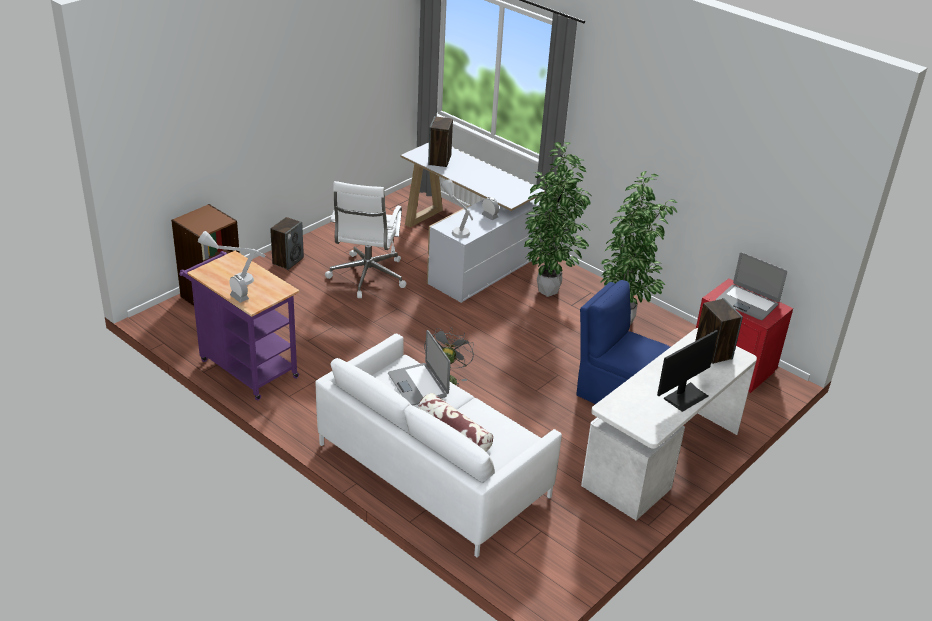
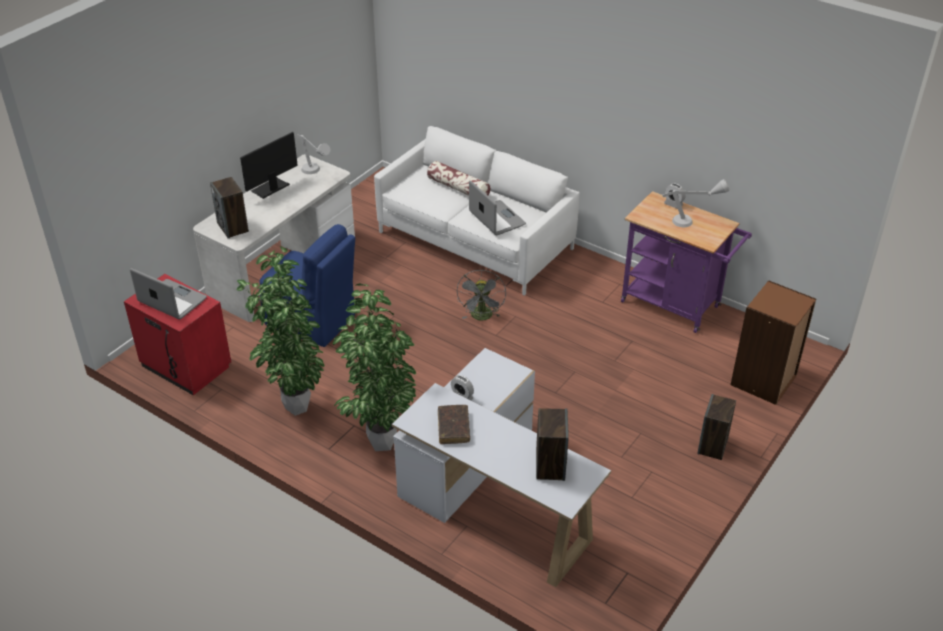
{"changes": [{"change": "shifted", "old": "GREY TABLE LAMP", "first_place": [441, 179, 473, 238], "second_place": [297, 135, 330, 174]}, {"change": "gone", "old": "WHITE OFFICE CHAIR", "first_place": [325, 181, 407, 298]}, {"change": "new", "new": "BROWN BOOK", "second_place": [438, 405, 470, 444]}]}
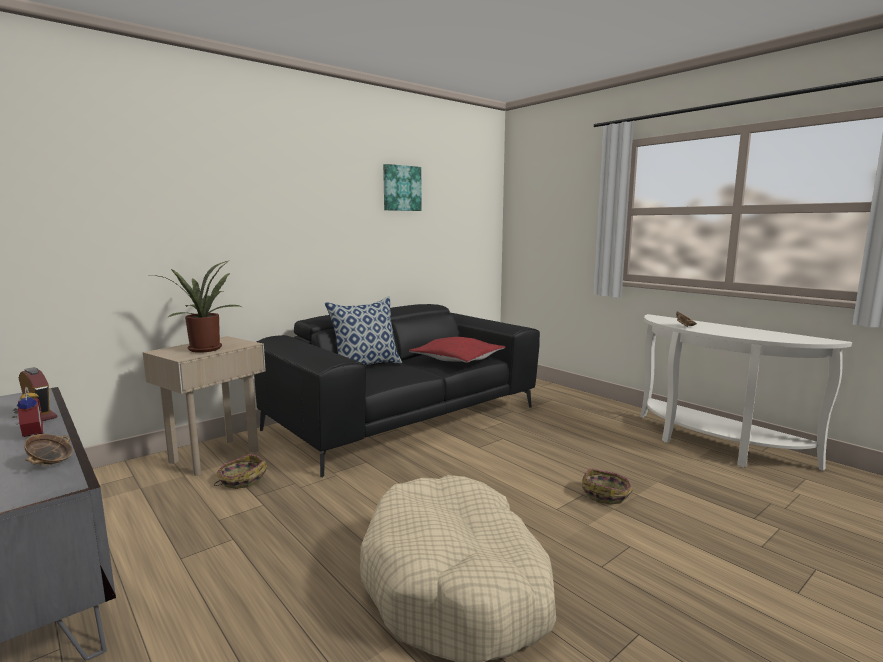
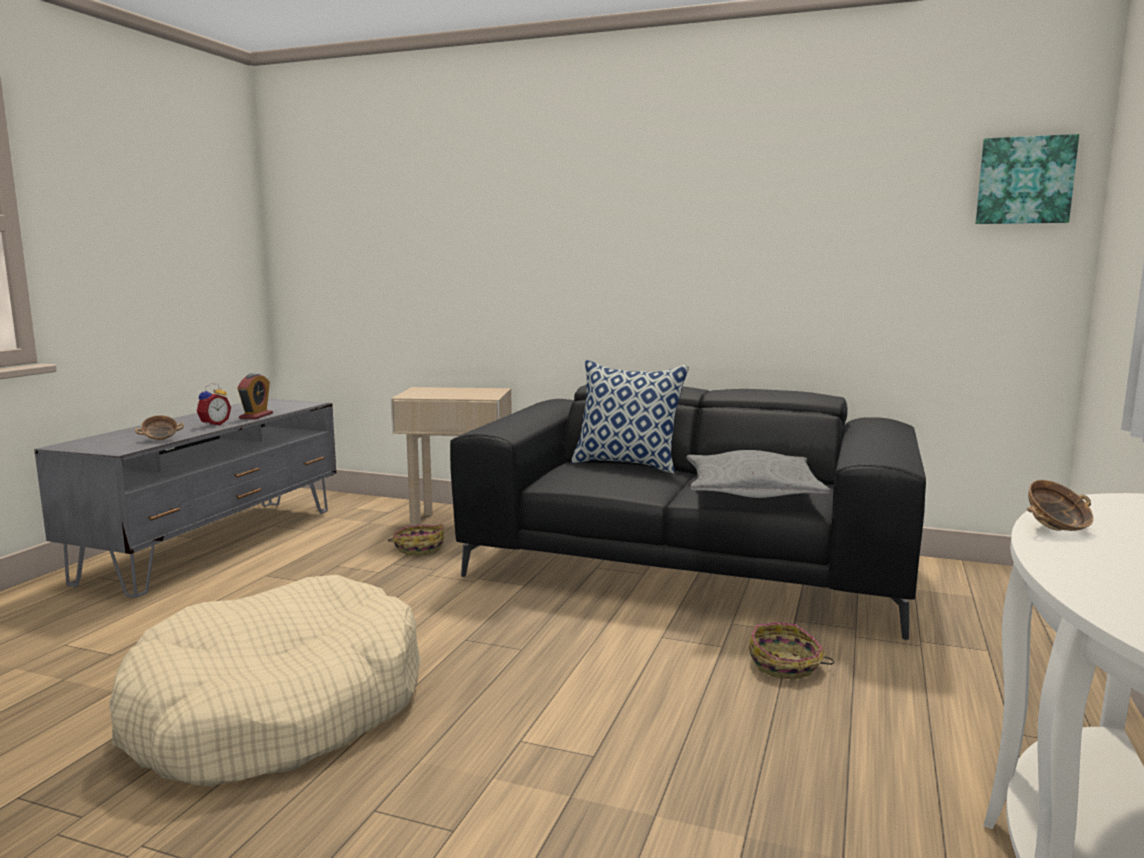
{"changes": [{"change": "shifted", "old": "PICTURE", "first_place": [383, 164, 422, 211], "second_place": [975, 134, 1079, 224]}, {"change": "gone", "old": "POTTED PLANT", "first_place": [151, 261, 244, 353]}, {"change": "repainted", "old": "RED PILLOW", "new": "GREY PILLOW", "first_place": [409, 337, 505, 363], "second_place": [687, 450, 830, 498]}, {"change": "shifted", "old": "BASKET", "first_place": [582, 468, 633, 505], "second_place": [749, 622, 834, 679]}]}
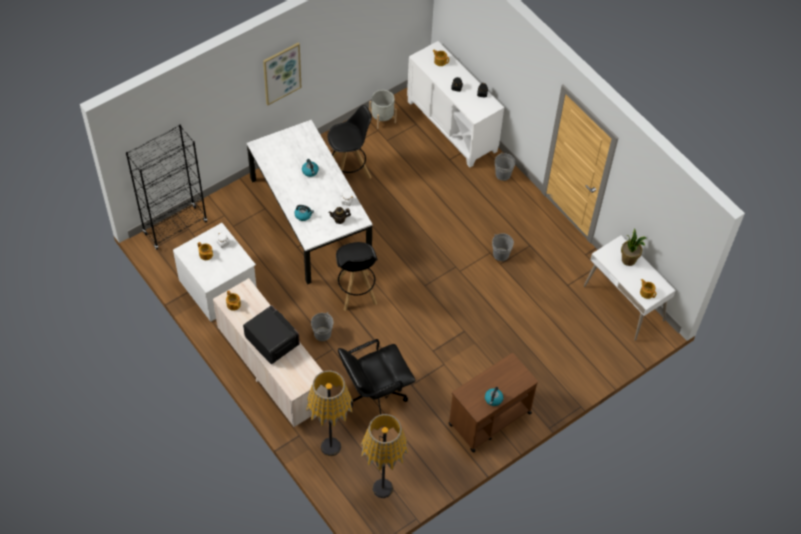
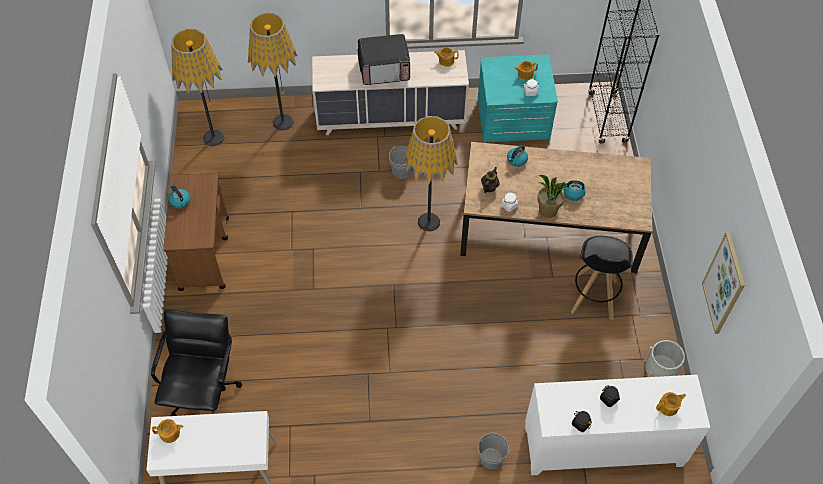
{"changes": [{"change": "shifted", "old": "PICTURE", "first_place": [263, 43, 301, 105], "second_place": [702, 232, 745, 334]}, {"change": "repainted", "old": "WHITE DINING TABLE", "new": "BROWN DINING TABLE", "first_place": [247, 120, 373, 285], "second_place": [460, 142, 653, 273]}, {"change": "repainted", "old": "WHITE DRESSER", "new": "TURQUOISE DRESSER", "first_place": [173, 223, 257, 322], "second_place": [478, 54, 558, 143]}, {"change": "shifted", "old": "POTTED PLANT", "first_place": [621, 228, 647, 266], "second_place": [537, 175, 567, 218]}, {"change": "gone", "old": "GREY BUCKET", "first_place": [492, 233, 514, 261]}, {"change": "swapped", "old": "BLACK STOOL", "new": "FLOOR LAMP", "first_place": [336, 242, 378, 311], "second_place": [404, 116, 458, 232]}, {"change": "shifted", "old": "BLACK OFFICE CHAIR", "first_place": [338, 339, 415, 415], "second_place": [151, 309, 242, 416]}]}
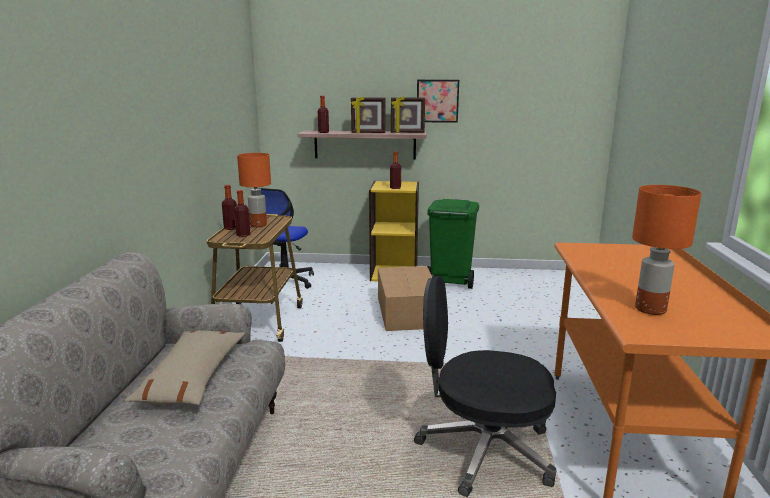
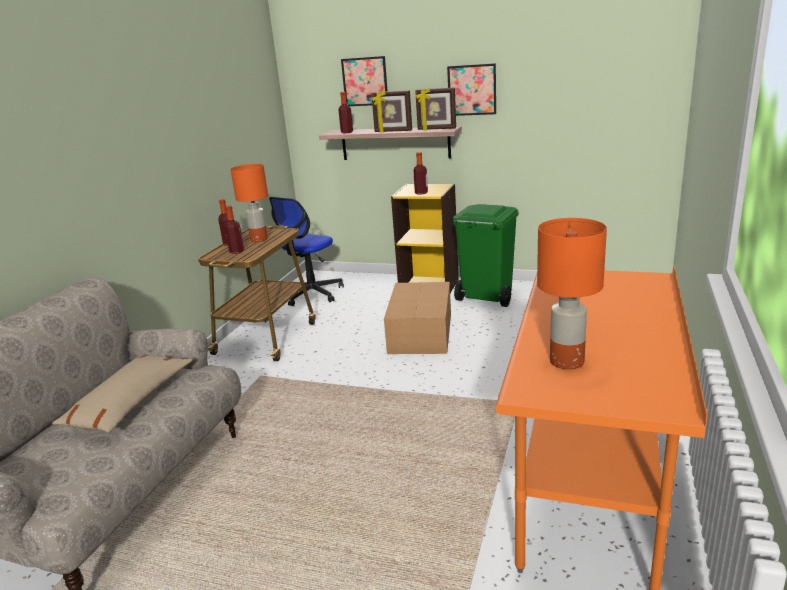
{"changes": [{"change": "gone", "old": "BLACK OFFICE CHAIR", "first_place": [414, 276, 557, 497]}, {"change": "new", "new": "PICTURE", "second_place": [341, 56, 388, 106]}]}
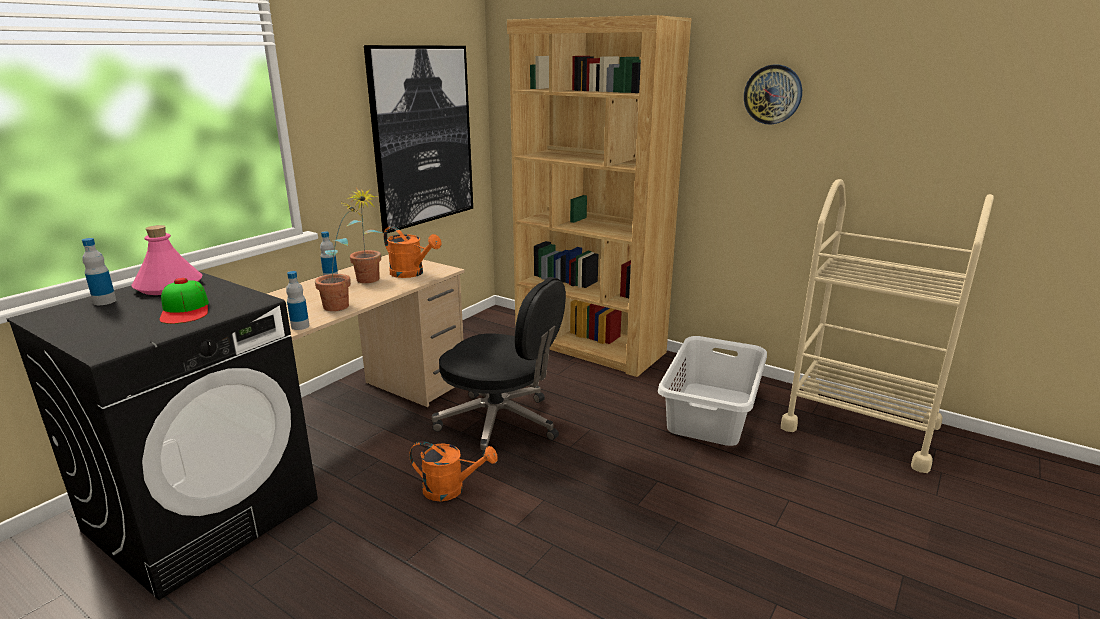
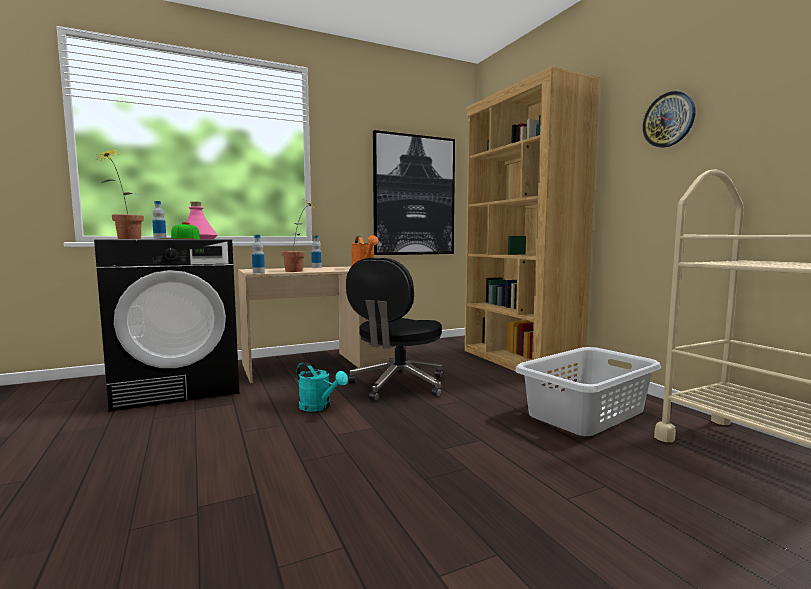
{"changes": [{"change": "shifted", "old": "POTTED PLANT", "first_place": [345, 188, 383, 283], "second_place": [96, 149, 144, 239]}, {"change": "rotated", "old": "BLACK OFFICE CHAIR", "first_place": [432, 277, 566, 457], "second_place": [346, 258, 443, 401], "degrees": 60}, {"change": "repainted", "old": "ORANGE WATERING CAN", "new": "TURQUOISE WATERING CAN", "first_place": [409, 441, 498, 501], "second_place": [297, 362, 348, 412]}]}
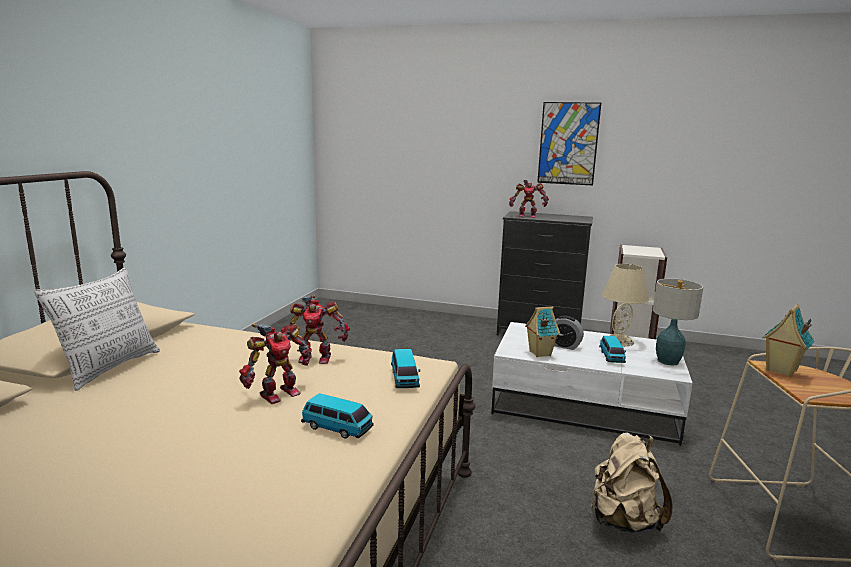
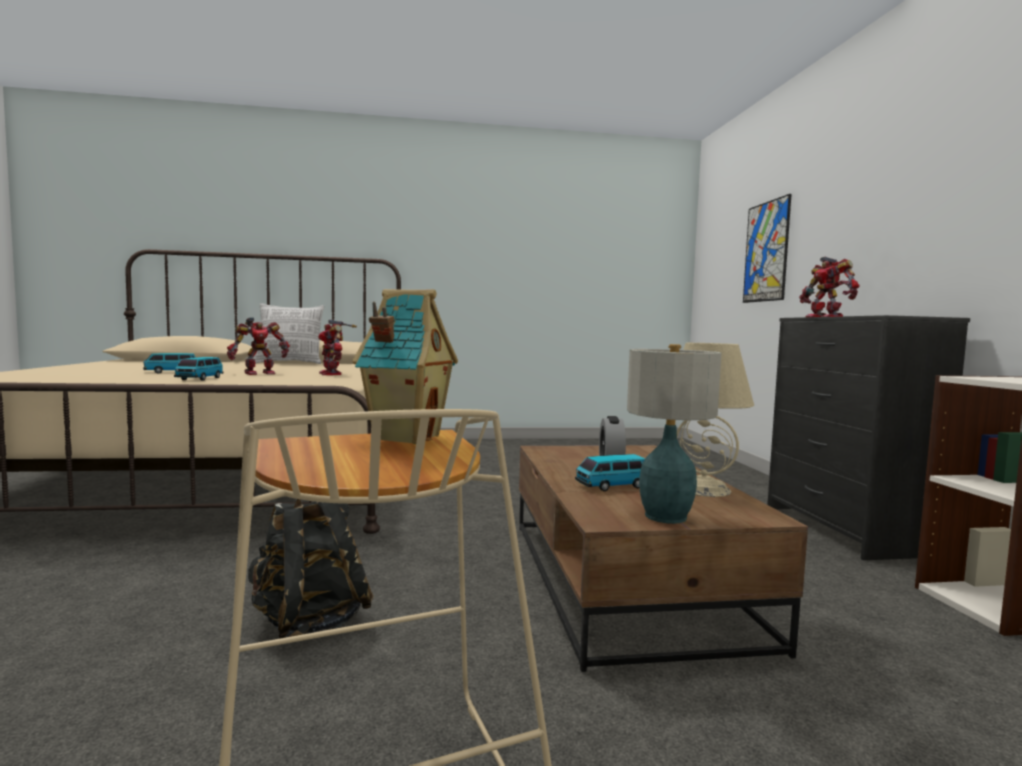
{"changes": [{"change": "shifted", "old": "PICTURE", "first_place": [537, 102, 601, 185], "second_place": [743, 194, 792, 303]}, {"change": "gone", "old": "TOY HOUSE", "first_place": [525, 306, 560, 357]}, {"change": "repainted", "old": "WHITE COFFEE TABLE", "new": "BROWN COFFEE TABLE", "first_place": [491, 322, 693, 446], "second_place": [519, 445, 808, 672]}, {"change": "rotated", "old": "TOY ROBOT", "first_place": [239, 323, 312, 404], "second_place": [227, 317, 290, 375], "degrees": -60}, {"change": "shifted", "old": "TOY CAR", "first_place": [391, 349, 420, 388], "second_place": [143, 353, 196, 374]}, {"change": "repainted", "old": "BEIGE BACKPACK", "new": "BLACK BACKPACK", "first_place": [590, 432, 673, 532], "second_place": [248, 499, 374, 639]}]}
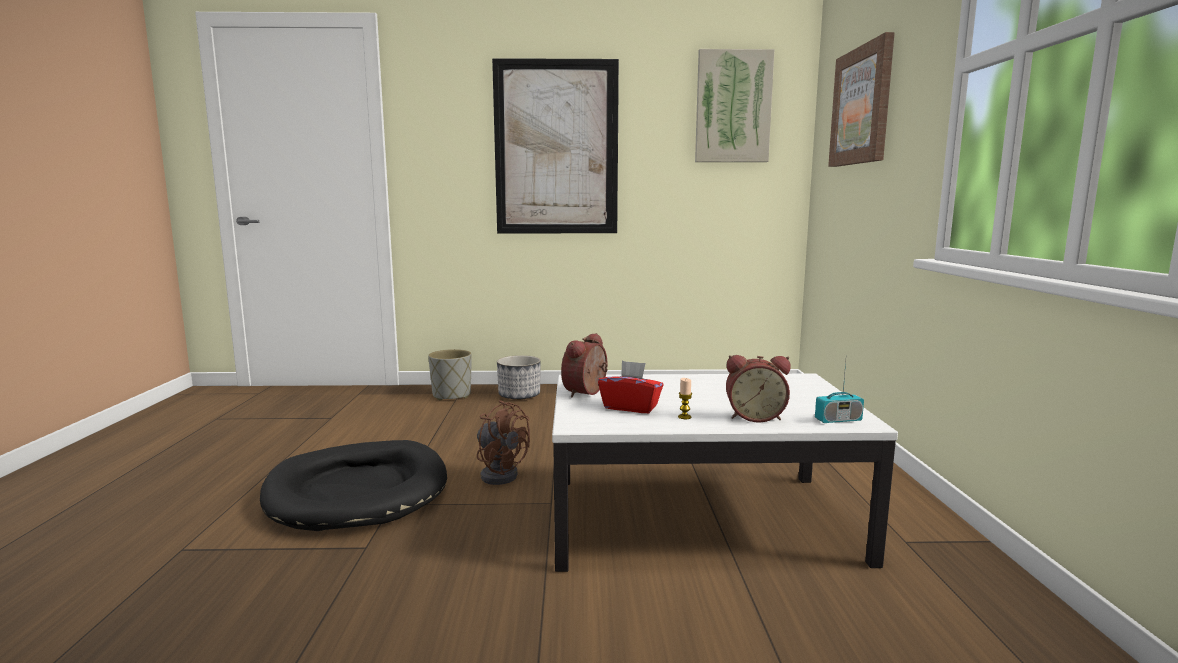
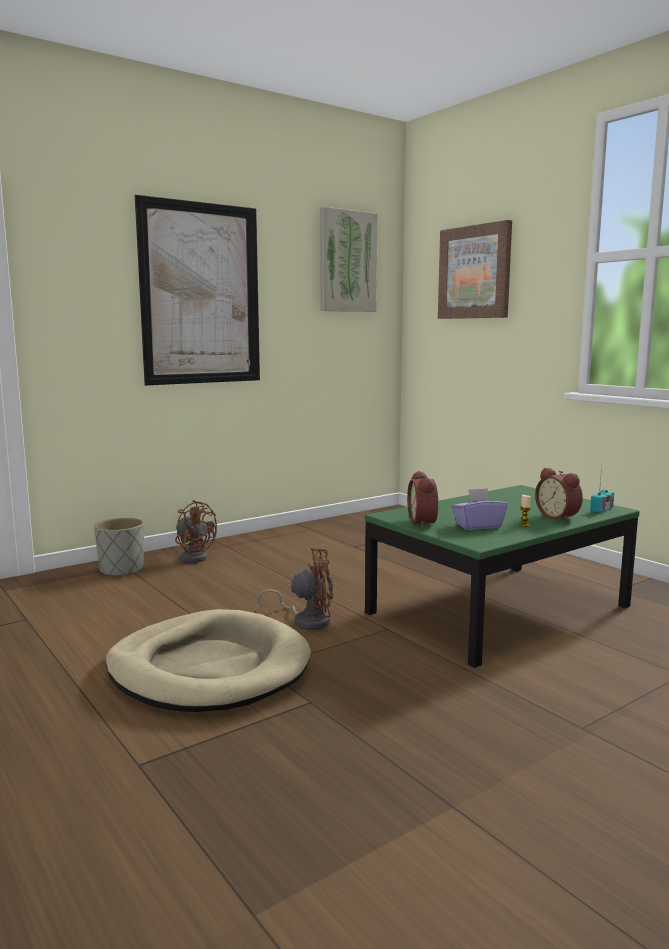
{"changes": [{"change": "swapped", "old": "PLANTER", "new": "BROWN FAN", "first_place": [497, 355, 541, 400], "second_place": [175, 500, 217, 563]}, {"change": "rotated", "old": "ALARM CLOCK", "first_place": [726, 355, 790, 423], "second_place": [535, 467, 583, 522], "degrees": 90}, {"change": "repainted", "old": "RED TISSUE BOX", "new": "PURPLE TISSUE BOX", "first_place": [598, 361, 664, 413], "second_place": [452, 488, 508, 530]}, {"change": "repainted", "old": "WHITE COFFEE TABLE", "new": "GREEN COFFEE TABLE", "first_place": [552, 373, 898, 572], "second_place": [365, 485, 640, 668]}, {"change": "repainted", "old": "BLACK DOG BED", "new": "BEIGE DOG BED", "first_place": [260, 440, 447, 531], "second_place": [105, 609, 311, 712]}]}
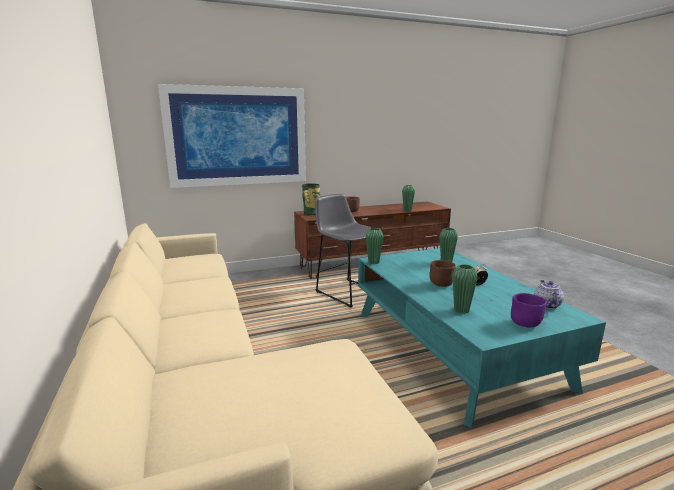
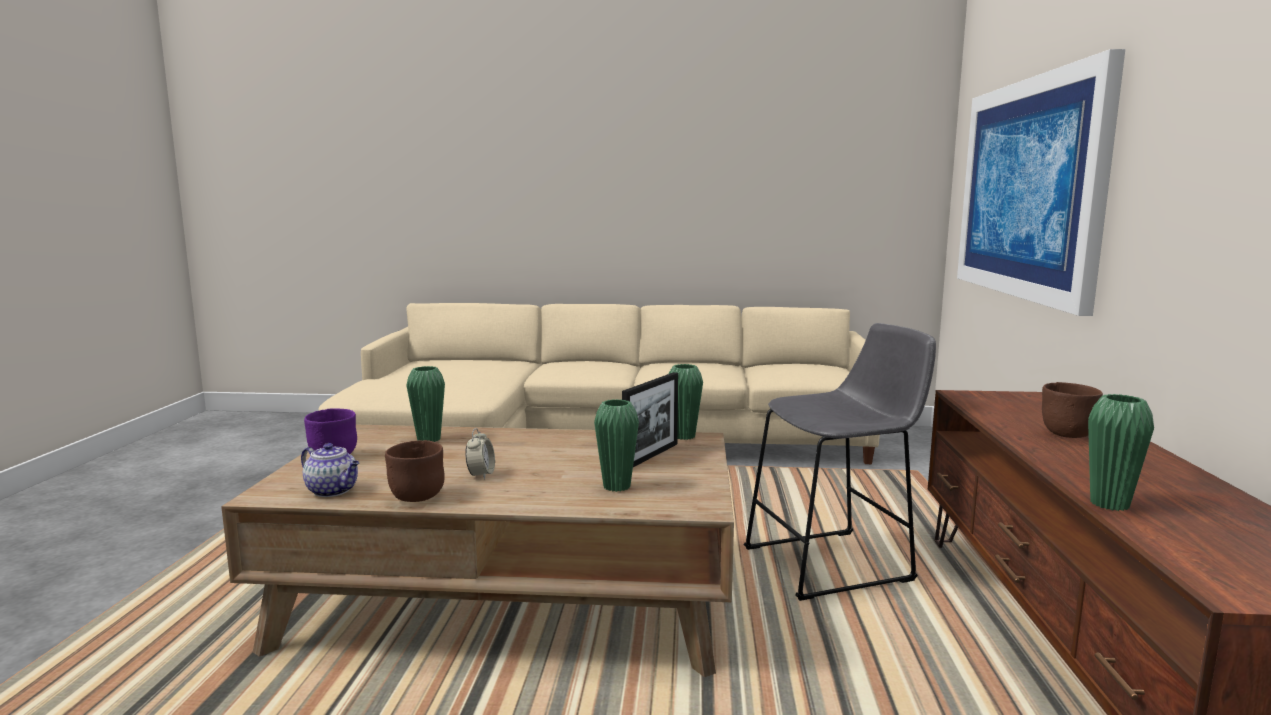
{"changes": [{"change": "gone", "old": "VASE", "first_place": [302, 183, 321, 215]}, {"change": "repainted", "old": "TURQUOISE COFFEE TABLE", "new": "BROWN COFFEE TABLE", "first_place": [358, 248, 606, 428], "second_place": [221, 425, 734, 677]}, {"change": "shifted", "old": "BROWN BOWL", "first_place": [429, 260, 456, 287], "second_place": [385, 440, 445, 502]}, {"change": "new", "new": "PICTURE FRAME", "second_place": [622, 372, 678, 467]}]}
